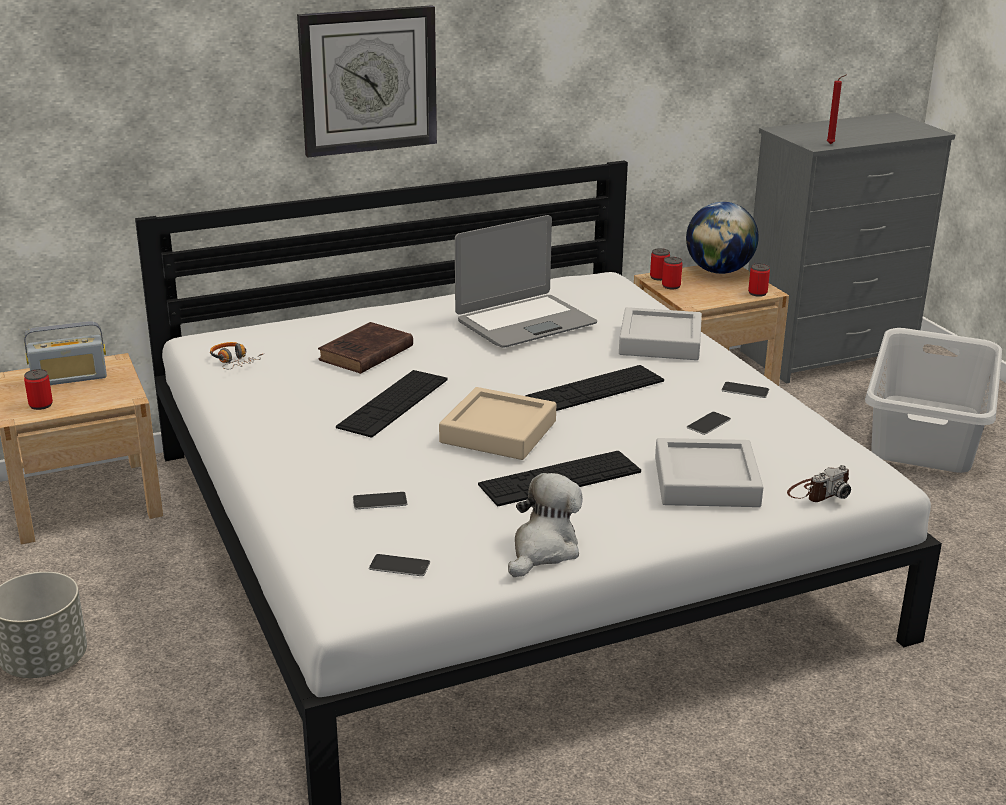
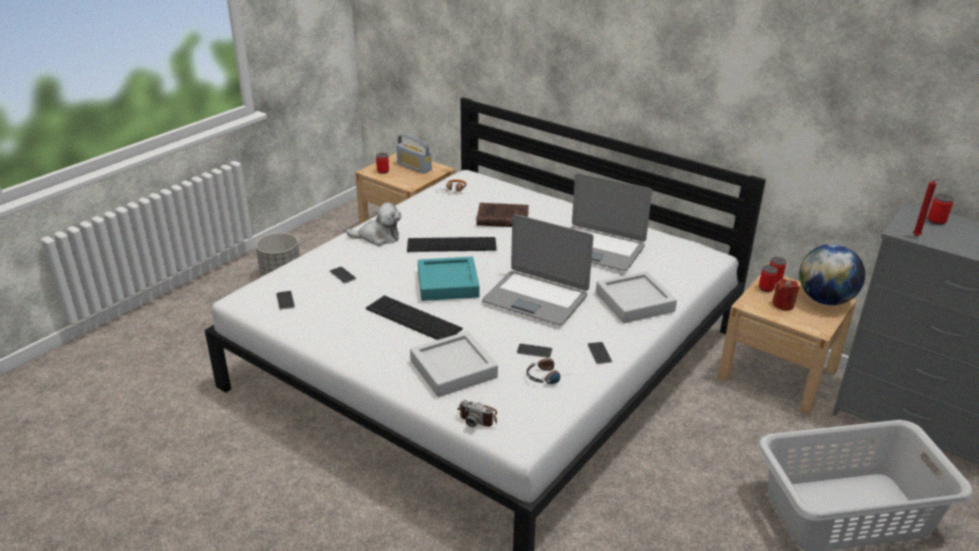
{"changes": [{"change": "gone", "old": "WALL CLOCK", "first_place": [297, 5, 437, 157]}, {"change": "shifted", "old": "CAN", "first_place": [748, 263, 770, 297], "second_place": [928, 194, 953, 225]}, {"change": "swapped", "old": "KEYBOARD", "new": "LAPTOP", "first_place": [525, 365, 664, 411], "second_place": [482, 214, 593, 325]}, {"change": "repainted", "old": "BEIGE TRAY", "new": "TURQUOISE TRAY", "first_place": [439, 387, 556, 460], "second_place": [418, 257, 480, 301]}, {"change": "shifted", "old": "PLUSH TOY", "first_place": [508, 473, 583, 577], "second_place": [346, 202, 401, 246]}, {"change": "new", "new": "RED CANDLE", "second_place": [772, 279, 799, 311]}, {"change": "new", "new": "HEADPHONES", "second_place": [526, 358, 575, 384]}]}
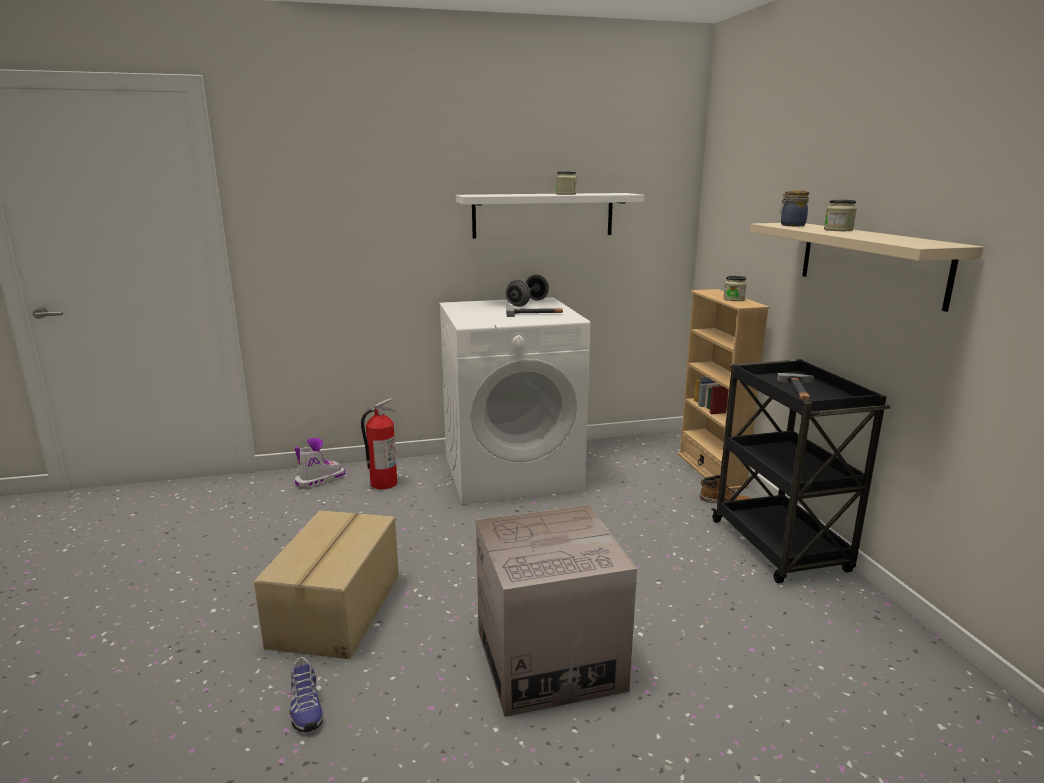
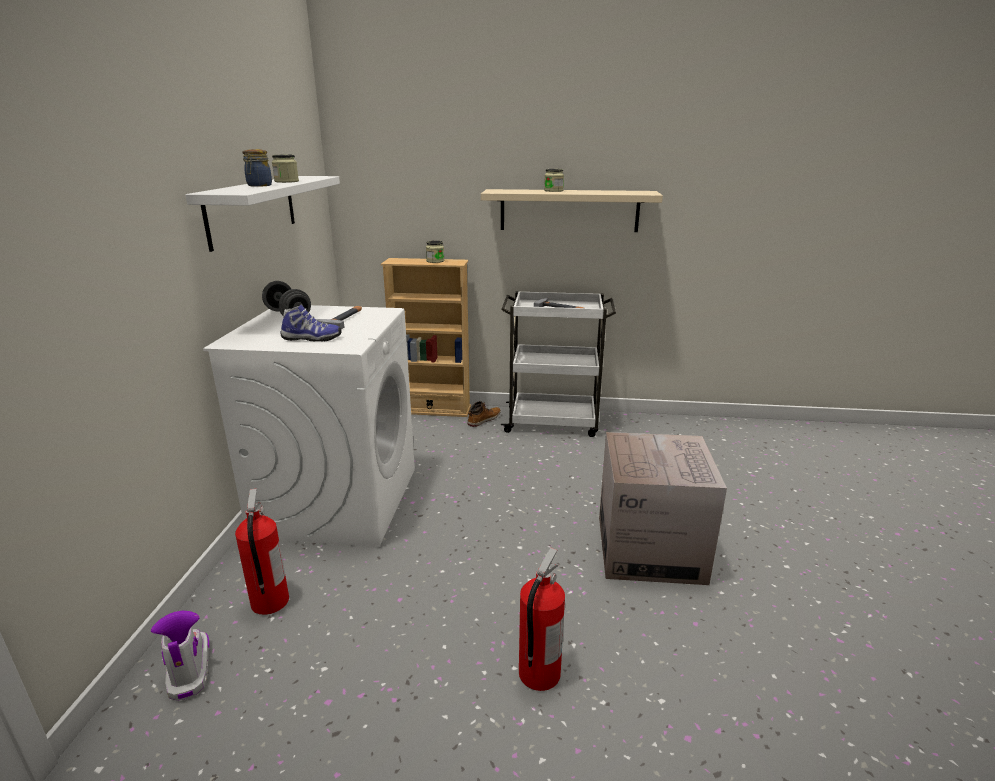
{"changes": [{"change": "shifted", "old": "JAR", "first_place": [780, 190, 809, 226], "second_place": [243, 149, 272, 187]}, {"change": "repainted", "old": "BLACK CART", "new": "WHITE CART", "first_place": [712, 359, 890, 583], "second_place": [501, 291, 616, 437]}, {"change": "swapped", "old": "CARDBOARD BOX", "new": "FIRE EXTINGUISHER", "first_place": [254, 510, 399, 659], "second_place": [519, 548, 565, 691]}, {"change": "shifted", "old": "SHOE", "first_place": [290, 657, 323, 732], "second_place": [280, 305, 341, 342]}]}
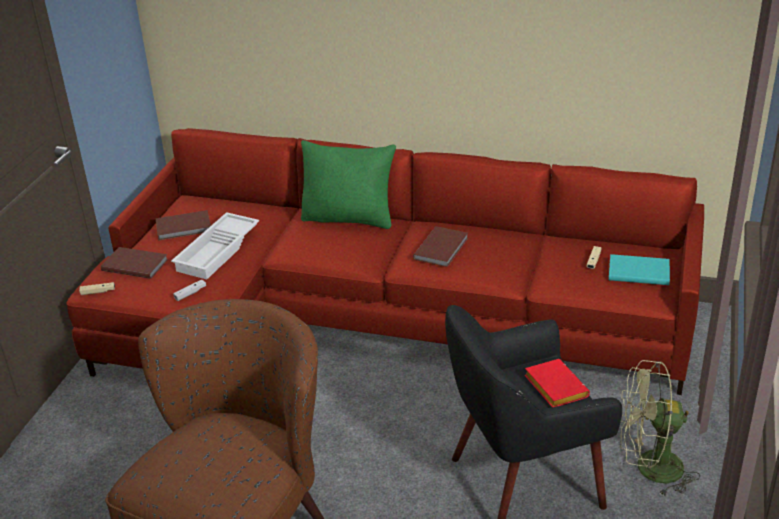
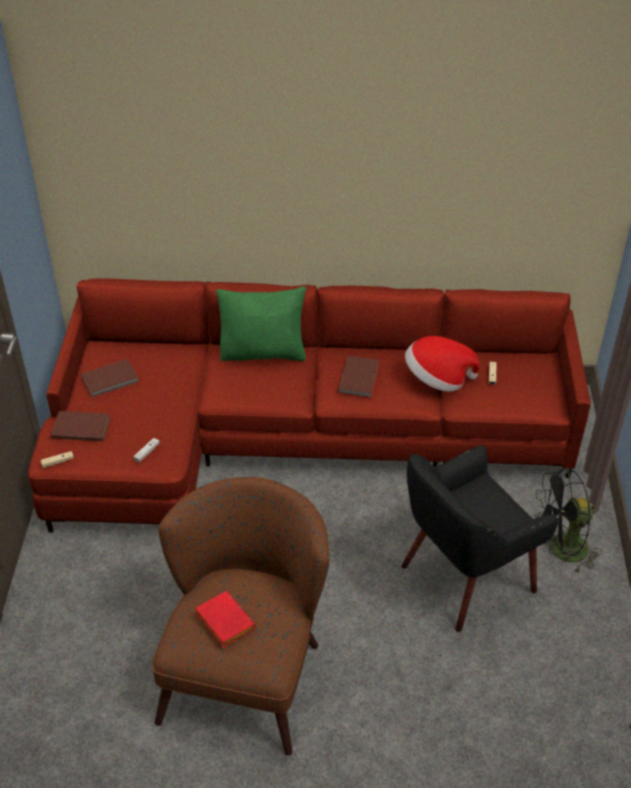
{"changes": [{"change": "gone", "old": "WHITE TRAY", "first_place": [171, 212, 259, 280]}, {"change": "gone", "old": "TURQUOISE BOOK", "first_place": [609, 254, 670, 285]}, {"change": "shifted", "old": "RED BOOK", "first_place": [524, 359, 590, 407], "second_place": [195, 591, 256, 648]}, {"change": "repainted", "old": "GREEN FAN", "new": "BLACK FAN", "first_place": [620, 360, 700, 497], "second_place": [534, 468, 602, 574]}, {"change": "new", "new": "HAT", "second_place": [405, 336, 480, 392]}]}
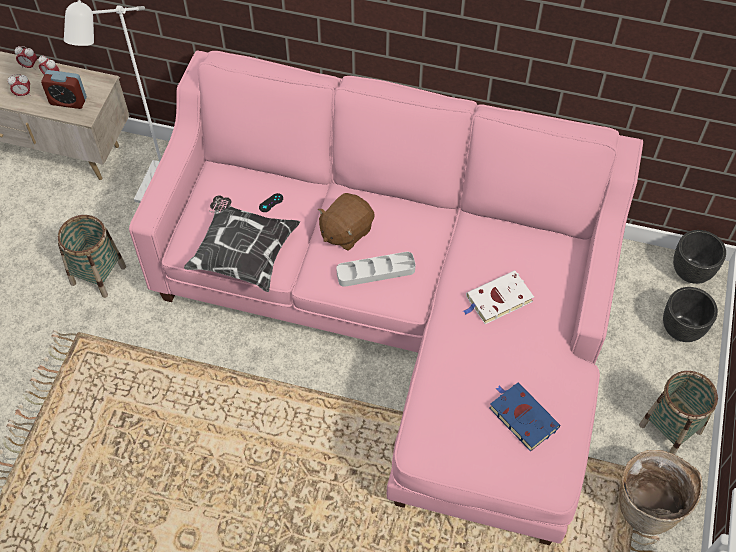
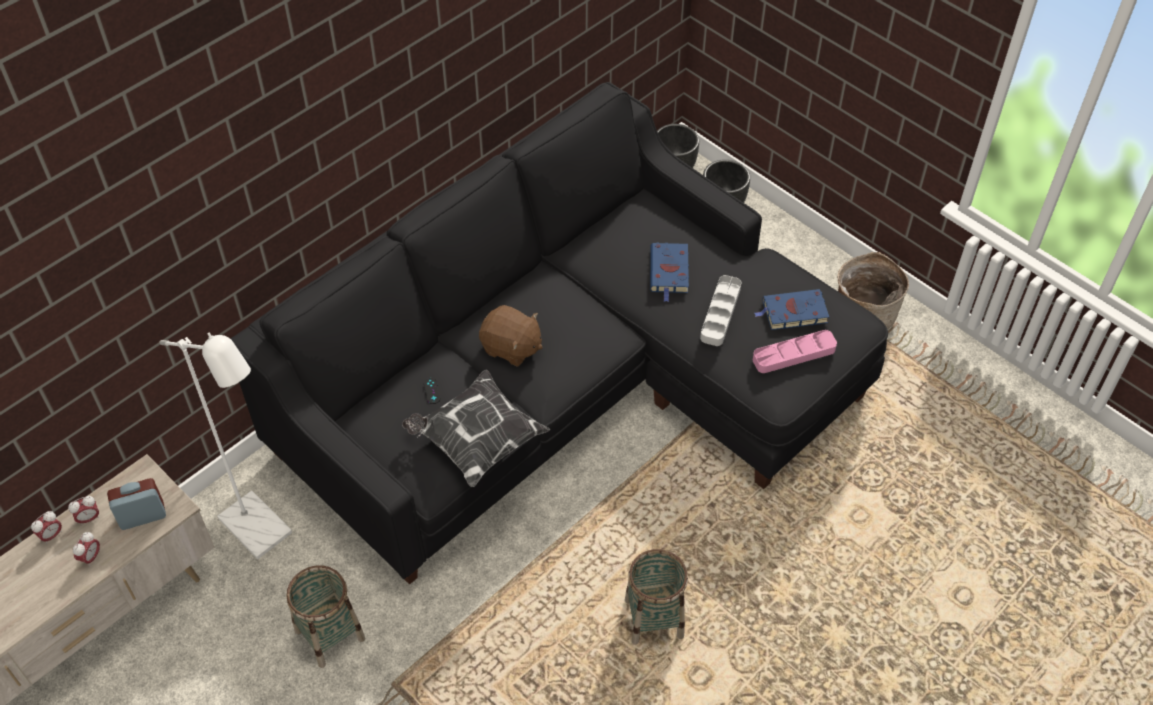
{"changes": [{"change": "repainted", "old": "PINK SOFA", "new": "BLACK SOFA", "first_place": [129, 51, 643, 545], "second_place": [230, 82, 888, 584]}, {"change": "rotated", "old": "ALARM CLOCK", "first_place": [41, 70, 87, 109], "second_place": [107, 478, 166, 530], "degrees": -150}, {"change": "rotated", "old": "BROWN PLUSH TOY", "first_place": [318, 193, 375, 251], "second_place": [479, 305, 543, 367], "degrees": -45}, {"change": "shifted", "old": "GREY TRAY", "first_place": [336, 252, 416, 287], "second_place": [700, 275, 741, 346]}, {"change": "repainted", "old": "WHITE BOOK", "new": "BLUE BOOK", "first_place": [463, 270, 534, 324], "second_place": [650, 242, 689, 302]}, {"change": "shifted", "old": "BASKET", "first_place": [639, 371, 718, 455], "second_place": [625, 549, 688, 645]}, {"change": "new", "new": "PINK TRAY", "second_place": [753, 330, 837, 373]}]}
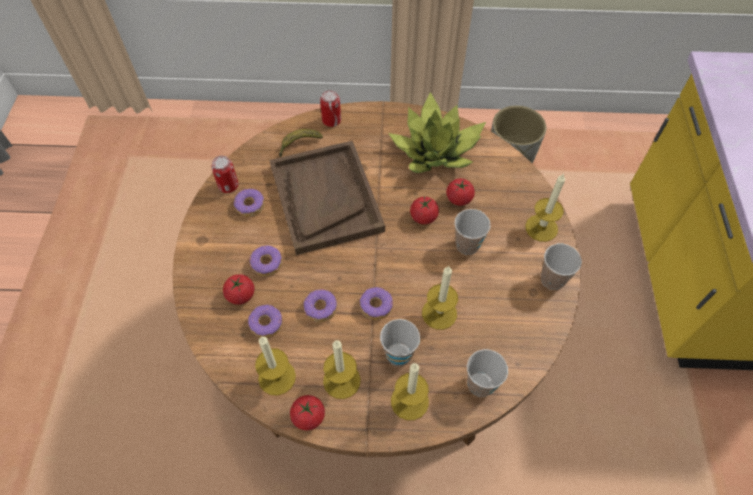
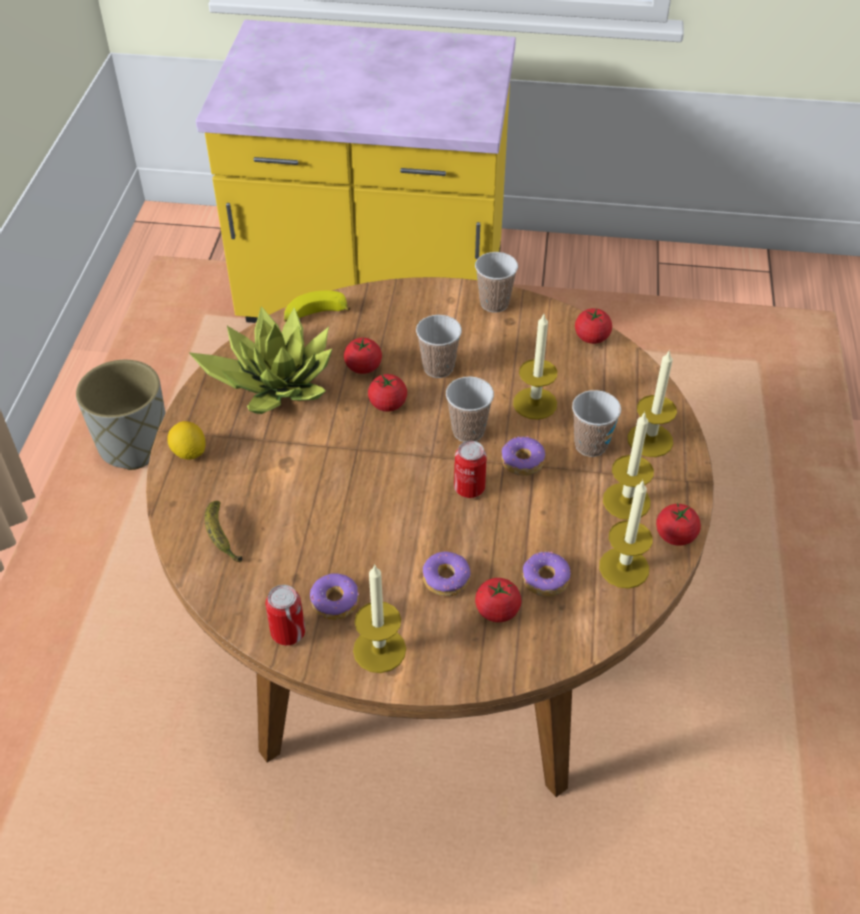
{"changes": [{"change": "shifted", "old": "CAN", "first_place": [320, 90, 341, 127], "second_place": [454, 441, 487, 498]}, {"change": "gone", "old": "BROWN TRAY", "first_place": [269, 141, 385, 255]}, {"change": "shifted", "old": "CANDLE", "first_place": [525, 173, 565, 242], "second_place": [353, 564, 406, 673]}, {"change": "gone", "old": "DONUT", "first_place": [304, 289, 337, 322]}, {"change": "shifted", "old": "CUP", "first_place": [467, 349, 508, 397], "second_place": [446, 376, 494, 442]}, {"change": "new", "new": "BANANA", "second_place": [284, 291, 351, 322]}, {"change": "new", "new": "TOMATO", "second_place": [575, 308, 612, 344]}, {"change": "new", "new": "LEMON", "second_place": [167, 421, 206, 460]}]}
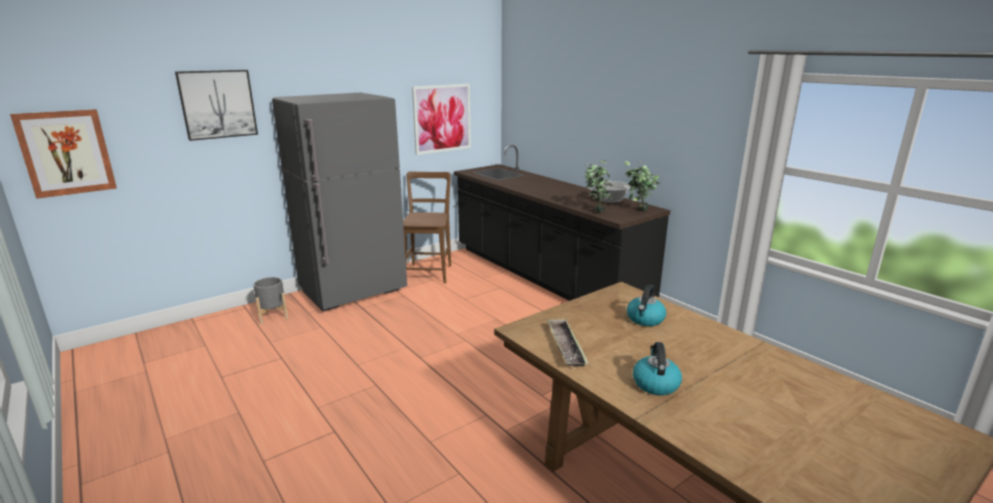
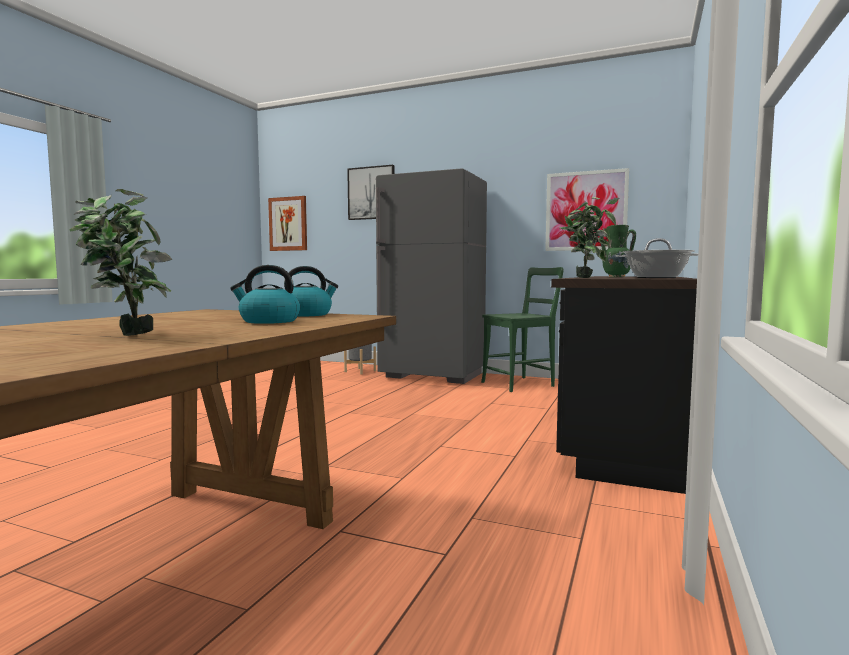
{"changes": [{"change": "shifted", "old": "POTTED PLANT", "first_place": [625, 161, 659, 211], "second_place": [69, 189, 173, 336]}, {"change": "repainted", "old": "BROWN CHAIR", "new": "GREEN CHAIR", "first_place": [403, 172, 451, 283], "second_place": [481, 267, 564, 392]}, {"change": "gone", "old": "TRAY", "first_place": [547, 319, 589, 367]}, {"change": "shifted", "old": "KETTLE", "first_place": [633, 342, 682, 395], "second_place": [284, 266, 338, 316]}, {"change": "new", "new": "GREEN VASE", "second_place": [600, 225, 636, 277]}]}
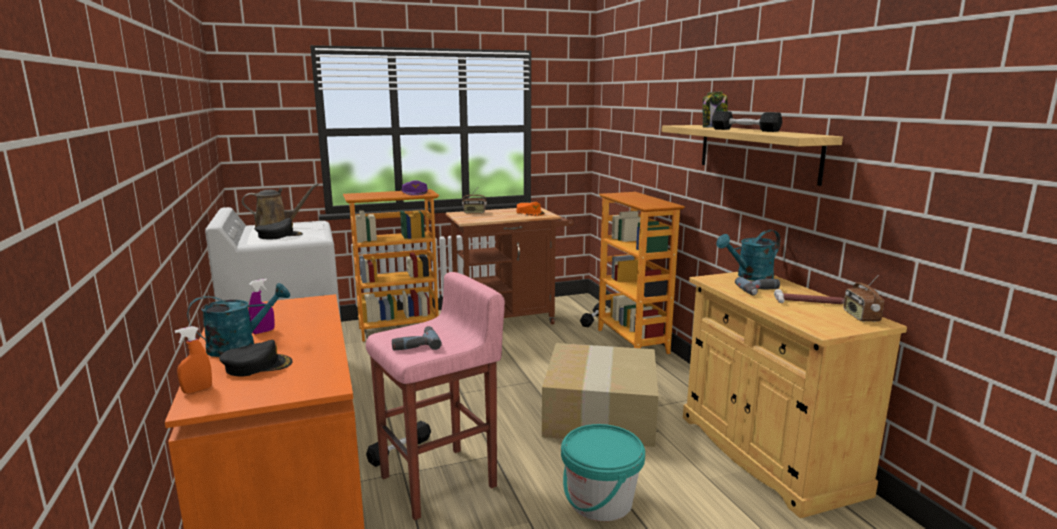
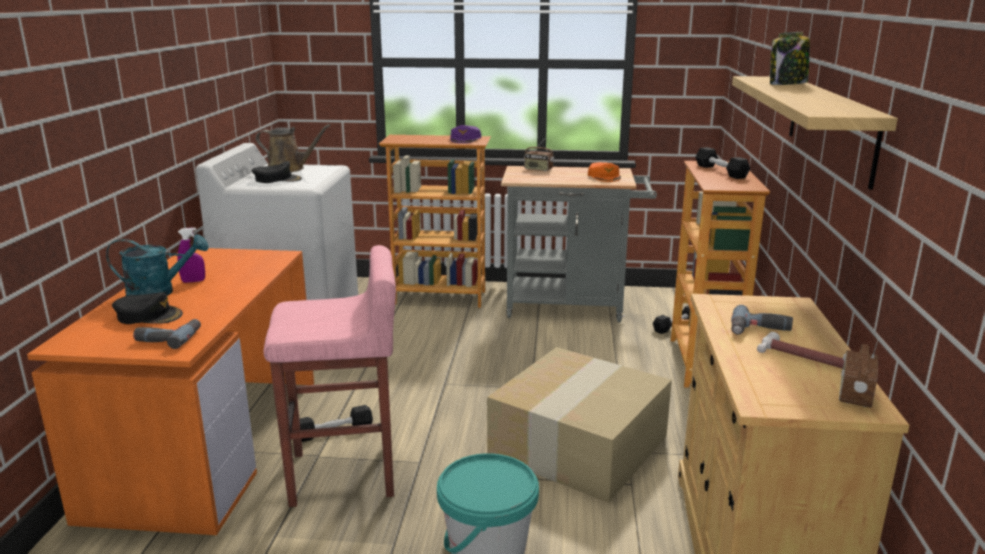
{"changes": [{"change": "shifted", "old": "BLACK DUMBBELL", "first_place": [712, 111, 782, 132], "second_place": [696, 147, 750, 179]}, {"change": "repainted", "old": "BROWN CART", "new": "GREY CART", "first_place": [446, 208, 574, 325], "second_place": [501, 166, 657, 322]}, {"change": "gone", "old": "TURQUOISE WATERING CAN", "first_place": [716, 230, 780, 281]}, {"change": "gone", "old": "ORANGE SPRAY BOTTLE", "first_place": [175, 326, 212, 394]}, {"change": "shifted", "old": "POWER DRILL", "first_place": [392, 326, 442, 350], "second_place": [133, 319, 201, 349]}]}
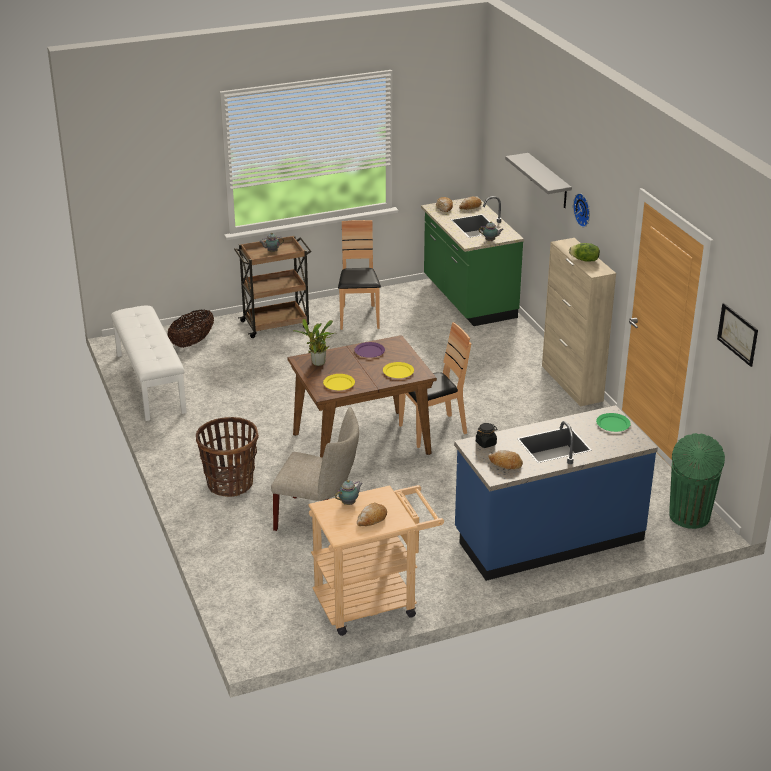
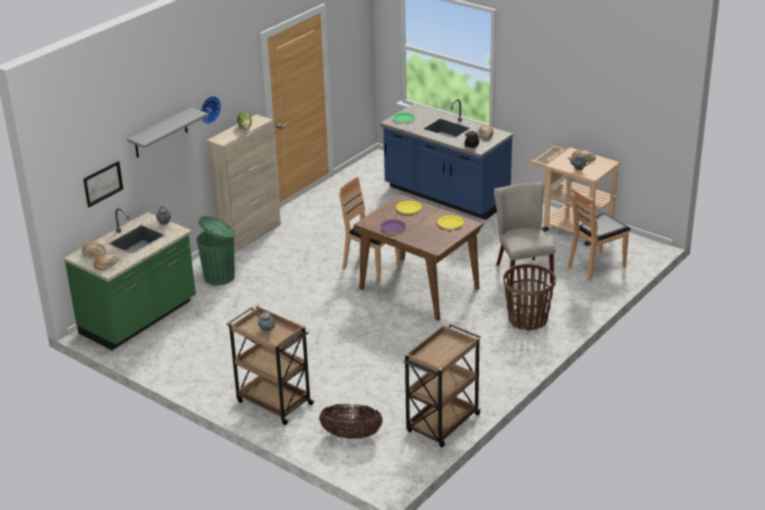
{"changes": [{"change": "shifted", "old": "BROWN CHAIR", "first_place": [338, 220, 381, 330], "second_place": [568, 189, 631, 281]}, {"change": "shifted", "old": "PICTURE", "first_place": [717, 303, 758, 367], "second_place": [83, 161, 123, 207]}, {"change": "swapped", "old": "WHITE BENCH", "new": "BROWN CART", "first_place": [111, 306, 187, 421], "second_place": [403, 324, 481, 448]}, {"change": "gone", "old": "POTTED PLANT", "first_place": [293, 319, 334, 366]}, {"change": "shifted", "old": "GREEN TRASH CAN", "first_place": [669, 433, 725, 529], "second_place": [197, 216, 235, 285]}]}
